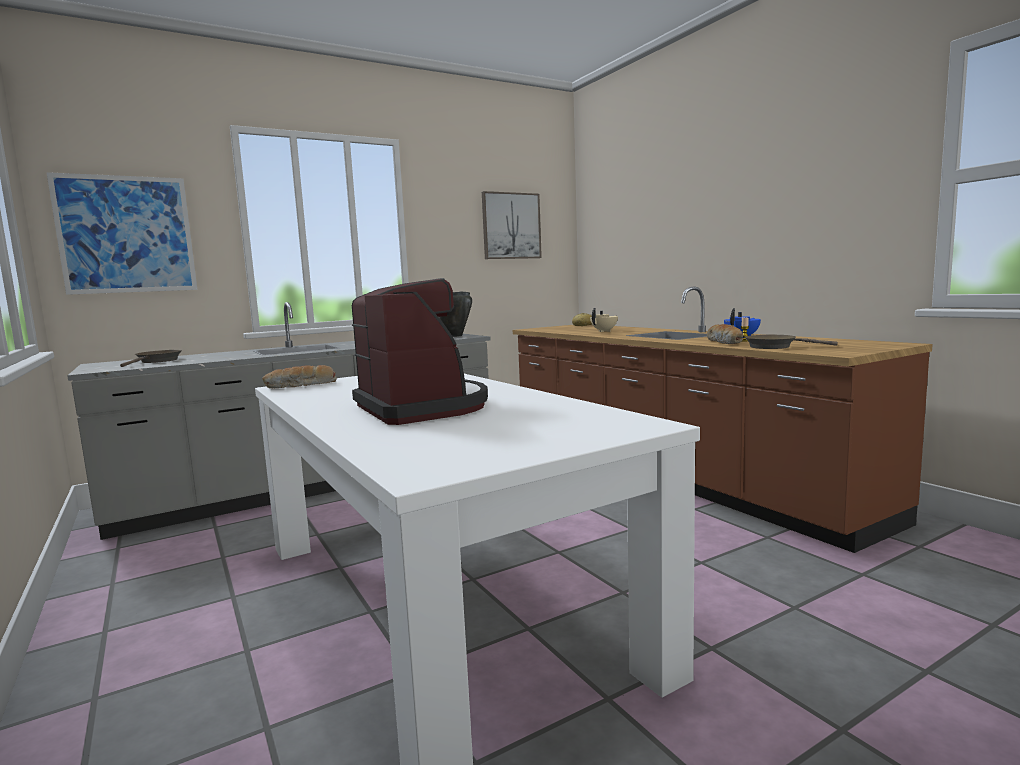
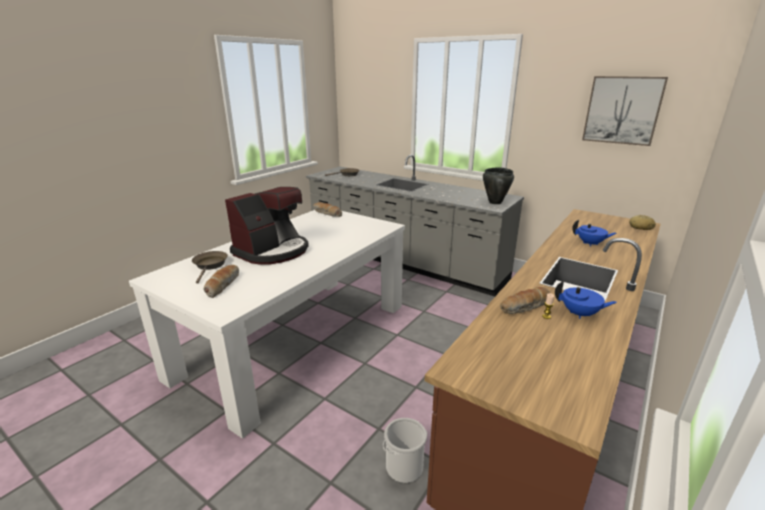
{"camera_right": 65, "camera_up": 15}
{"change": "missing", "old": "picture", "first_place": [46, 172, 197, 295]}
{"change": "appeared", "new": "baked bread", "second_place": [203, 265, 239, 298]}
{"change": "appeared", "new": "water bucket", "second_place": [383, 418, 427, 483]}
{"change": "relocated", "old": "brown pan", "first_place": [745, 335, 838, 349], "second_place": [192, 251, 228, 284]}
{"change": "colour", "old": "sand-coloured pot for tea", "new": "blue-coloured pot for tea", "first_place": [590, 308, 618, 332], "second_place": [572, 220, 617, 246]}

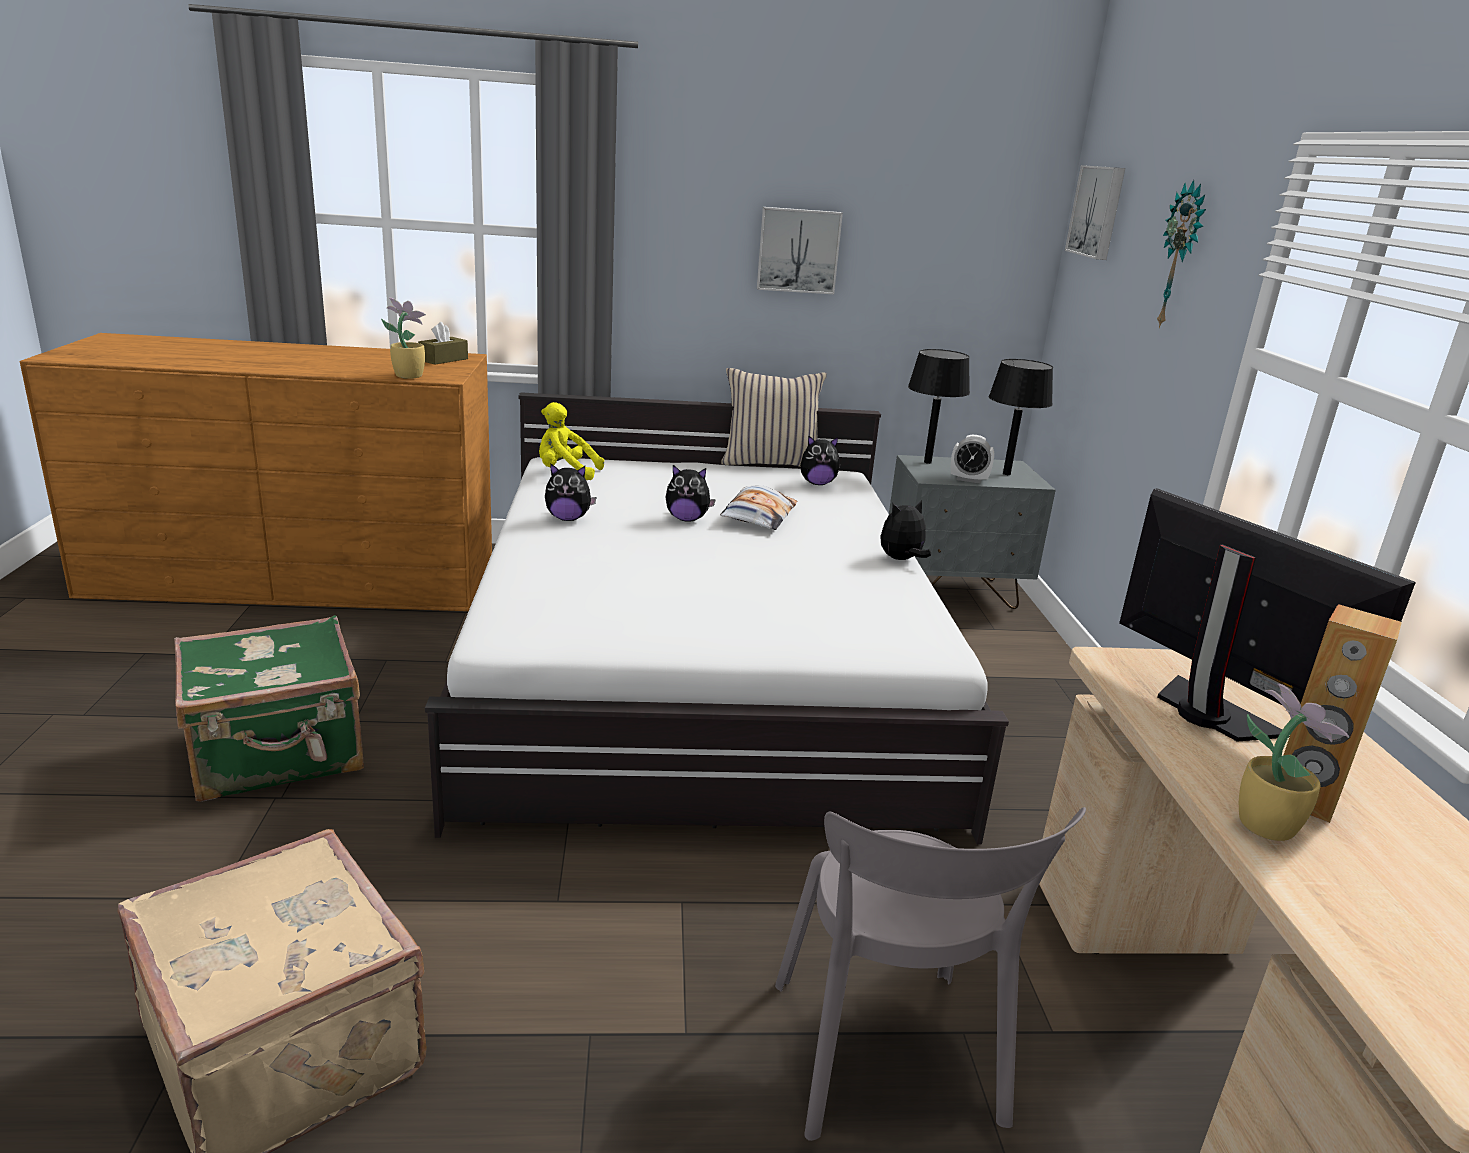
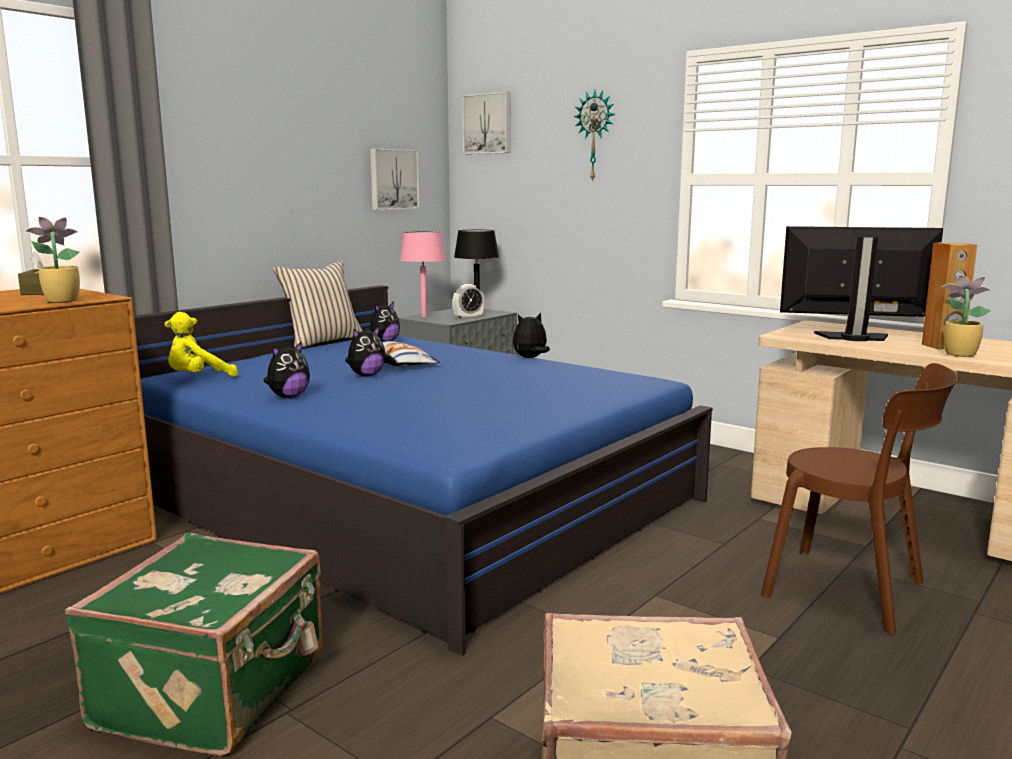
{"camera_right": -45, "camera_up": -10}
{"change": "relocated", "old": "picture", "first_place": [757, 207, 843, 294], "second_place": [370, 148, 420, 210]}
{"change": "colour", "old": "white sleeping bed", "new": "blue-coloured sleeping bed", "first_place": [425, 392, 1009, 844], "second_place": [134, 285, 713, 656]}
{"change": "colour", "old": "greyish plain chair", "new": "brown plain chair", "first_place": [775, 807, 1086, 1141], "second_place": [761, 363, 959, 635]}
{"change": "colour", "old": "blackish table lamp", "new": "pink-coloured table lamp", "first_place": [908, 349, 970, 464], "second_place": [399, 231, 446, 317]}
{"change": "spun", "old": "soft toy", "first_place": [880, 500, 931, 560], "second_place": [513, 313, 550, 358], "degrees": 45}

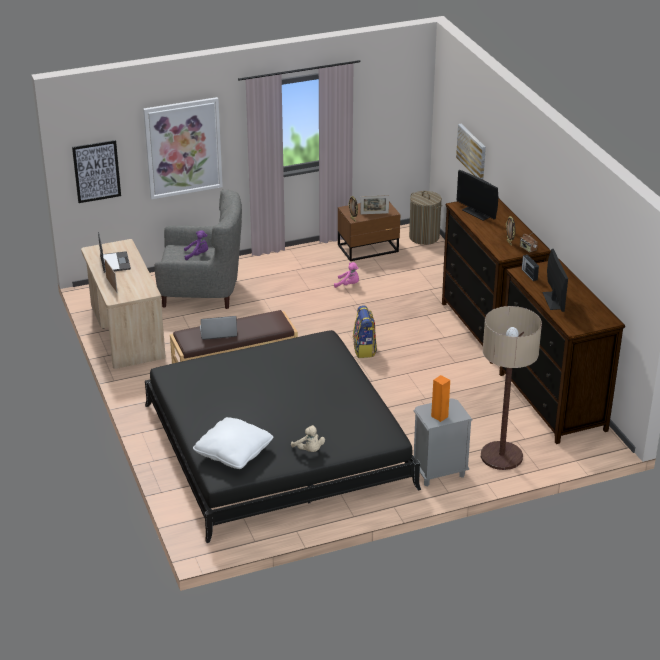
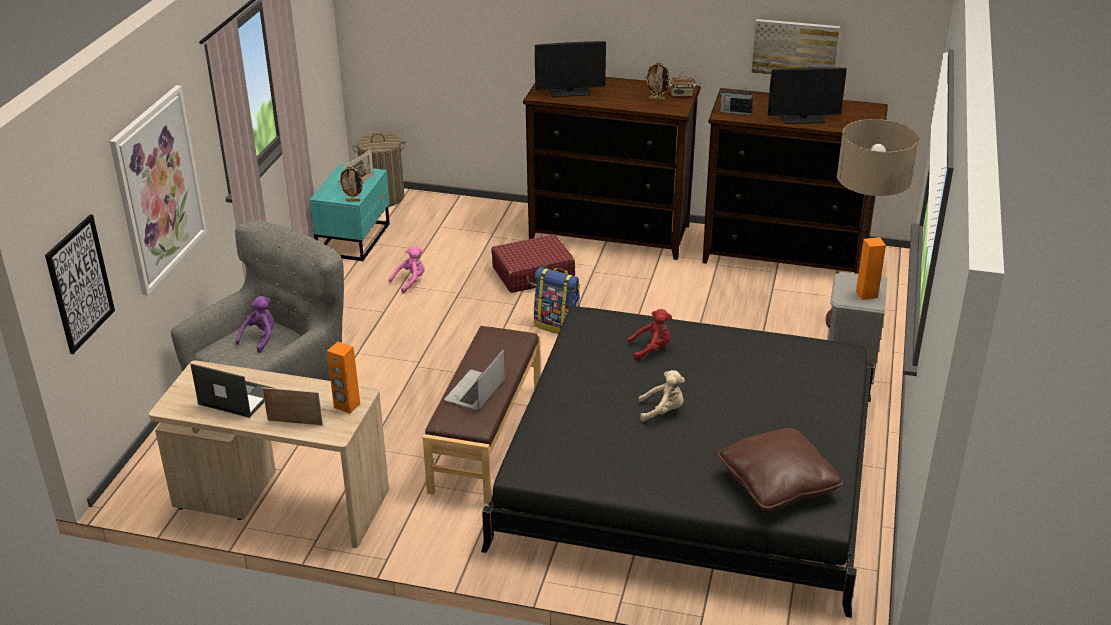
{"camera_right": -55, "camera_up": 0}
{"change": "appeared", "new": "orange-coloured speaker", "second_place": [327, 342, 360, 414]}
{"change": "appeared", "new": "red piece of luggage", "second_place": [491, 234, 575, 293]}
{"change": "appeared", "new": "red soft toy", "second_place": [627, 309, 672, 360]}
{"change": "relocated", "old": "sand-coloured soft toy", "first_place": [291, 425, 325, 452], "second_place": [639, 370, 685, 422]}
{"change": "relocated", "old": "picture", "first_place": [456, 124, 486, 180], "second_place": [752, 19, 840, 74]}
{"change": "colour", "old": "white pillow", "new": "brown pillow", "first_place": [193, 417, 273, 469], "second_place": [718, 428, 843, 511]}
{"change": "colour", "old": "brown nightstand", "new": "blue-green nightstand", "first_place": [338, 202, 400, 261], "second_place": [310, 164, 390, 261]}
{"change": "spun", "old": "computer display", "first_place": [542, 249, 568, 312], "second_place": [768, 67, 847, 124], "degrees": 150}

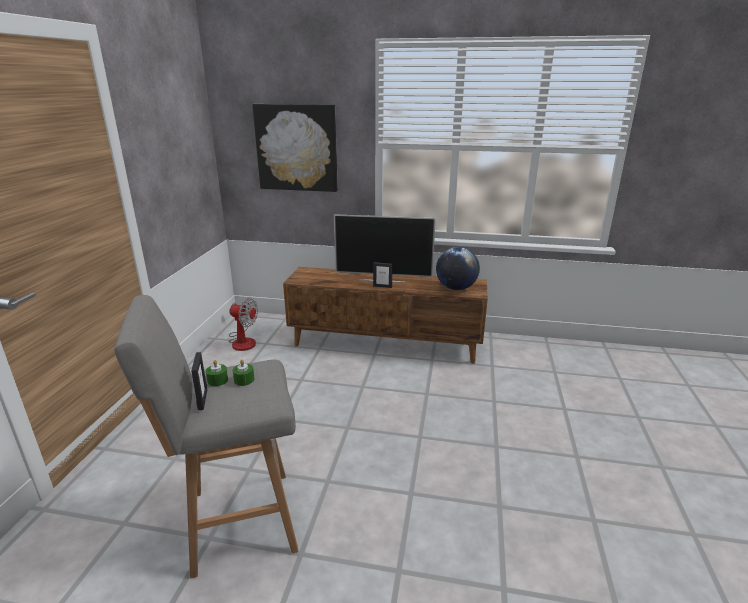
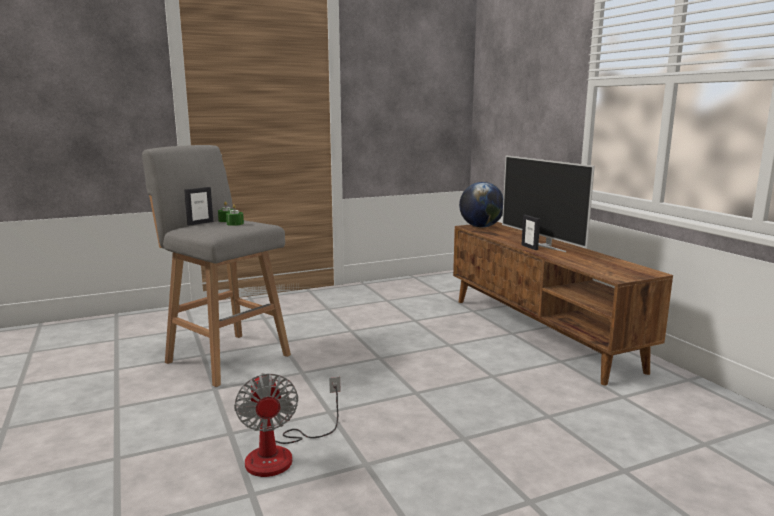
{"camera_right": 55, "camera_up": -10}
{"change": "missing", "old": "picture", "first_place": [252, 104, 338, 192]}
{"change": "relocated", "old": "electric fan", "first_place": [229, 298, 258, 351], "second_place": [234, 373, 340, 477]}
{"change": "relocated", "old": "world globe", "first_place": [436, 247, 480, 290], "second_place": [459, 182, 504, 228]}

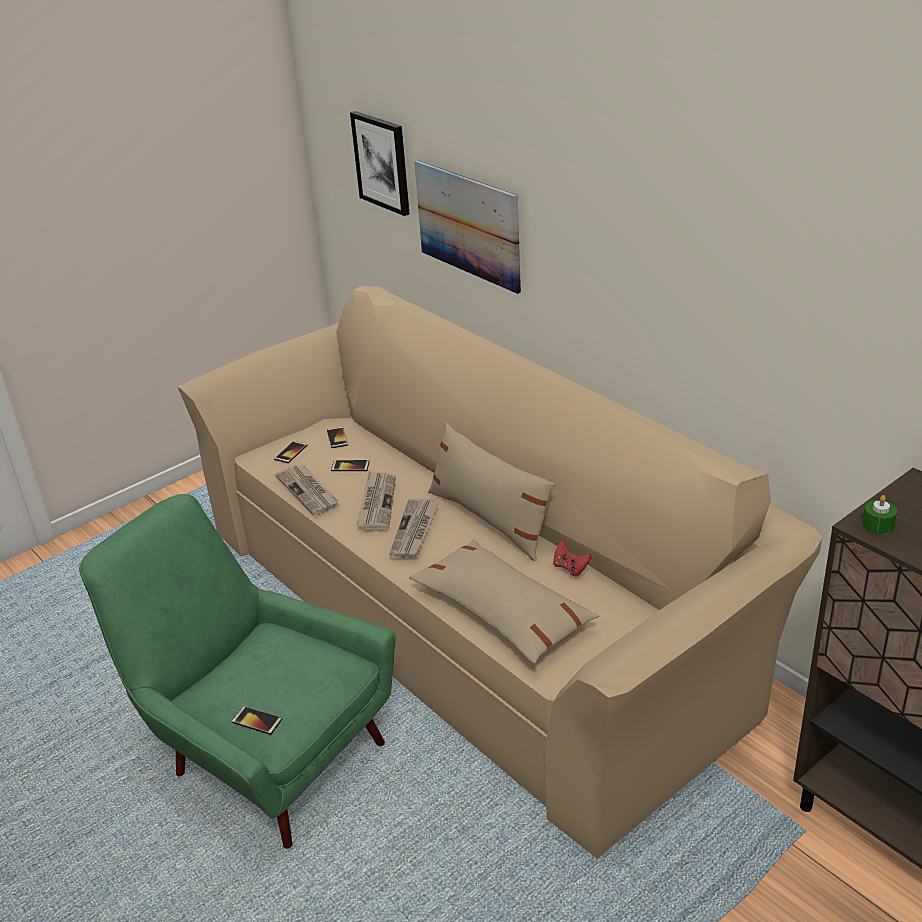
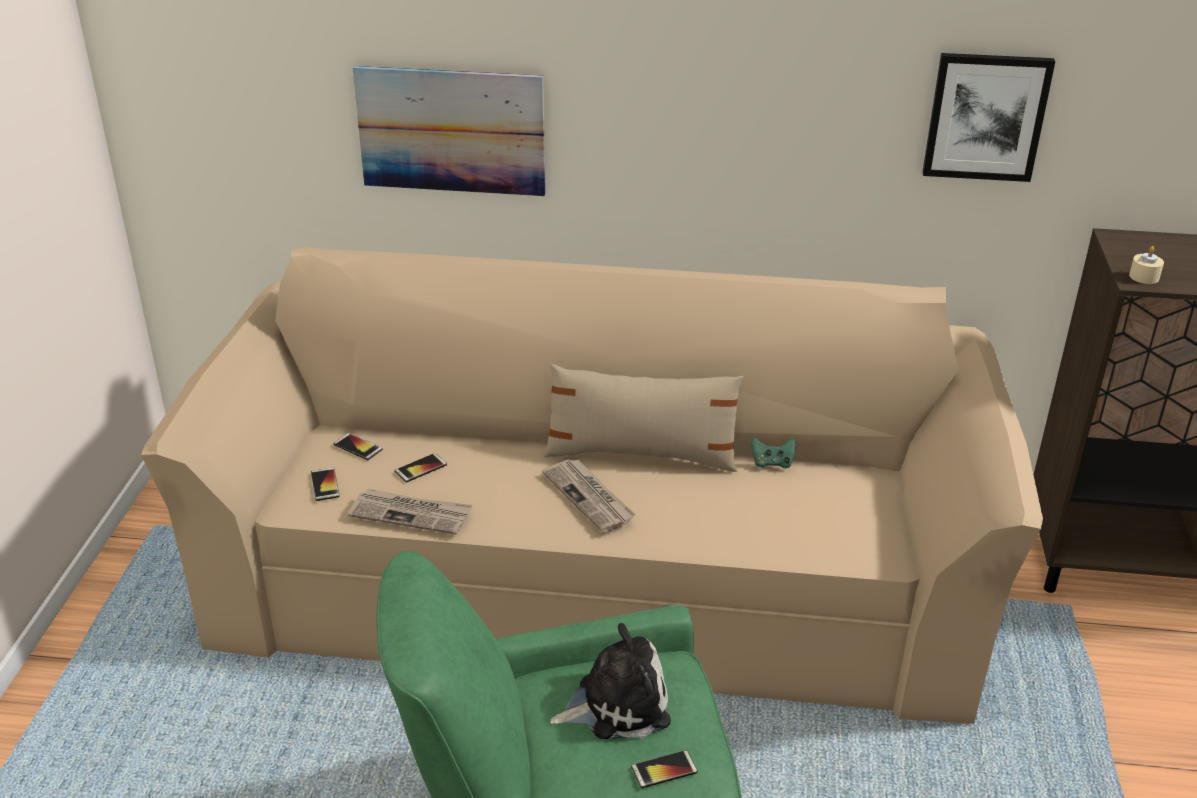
{"camera_right": -45, "camera_up": 0}
{"change": "missing", "old": "daily paper", "first_place": [356, 471, 396, 531]}
{"change": "missing", "old": "sand-coloured pillow", "first_place": [409, 540, 599, 664]}
{"change": "appeared", "new": "soft toy", "second_place": [550, 623, 671, 739]}
{"change": "relocated", "old": "picture", "first_place": [350, 111, 409, 216], "second_place": [922, 53, 1055, 182]}
{"change": "colour", "old": "red game controller", "new": "green game controller", "first_place": [553, 540, 591, 576], "second_place": [751, 438, 796, 468]}
{"change": "colour", "old": "green candle", "new": "sand-coloured candle", "first_place": [862, 495, 897, 534], "second_place": [1129, 246, 1164, 284]}

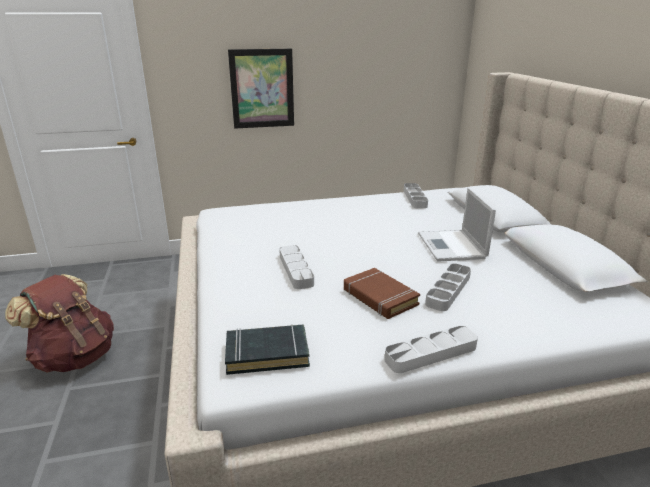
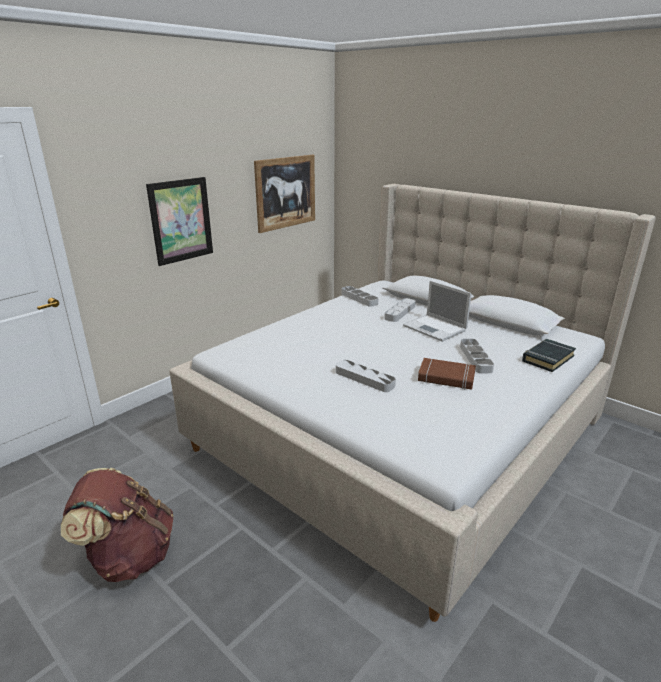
{"camera_right": -35, "camera_up": 0}
{"change": "appeared", "new": "picture", "second_place": [254, 155, 315, 233]}
{"change": "relocated", "old": "blackish bound book", "first_place": [225, 324, 310, 375], "second_place": [522, 339, 576, 372]}
{"change": "relocated", "old": "greyish tray", "first_place": [385, 326, 478, 373], "second_place": [384, 298, 416, 322]}

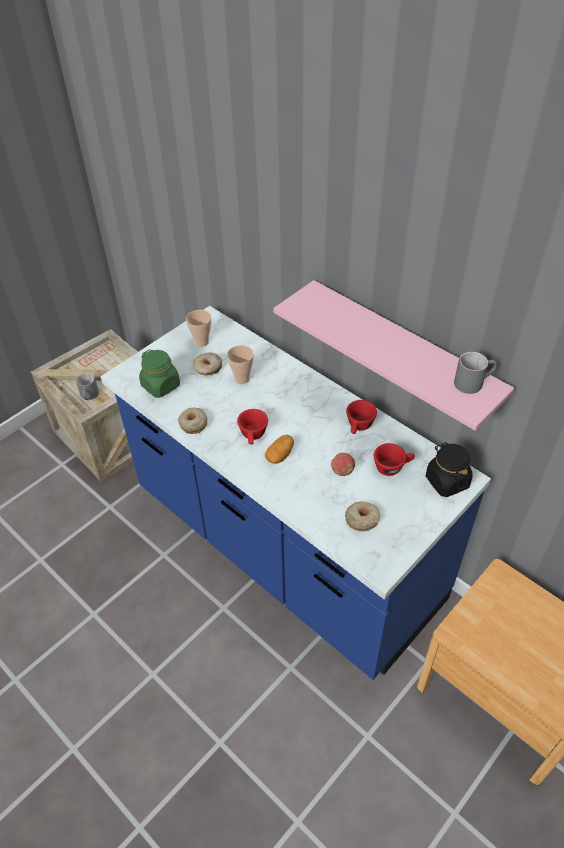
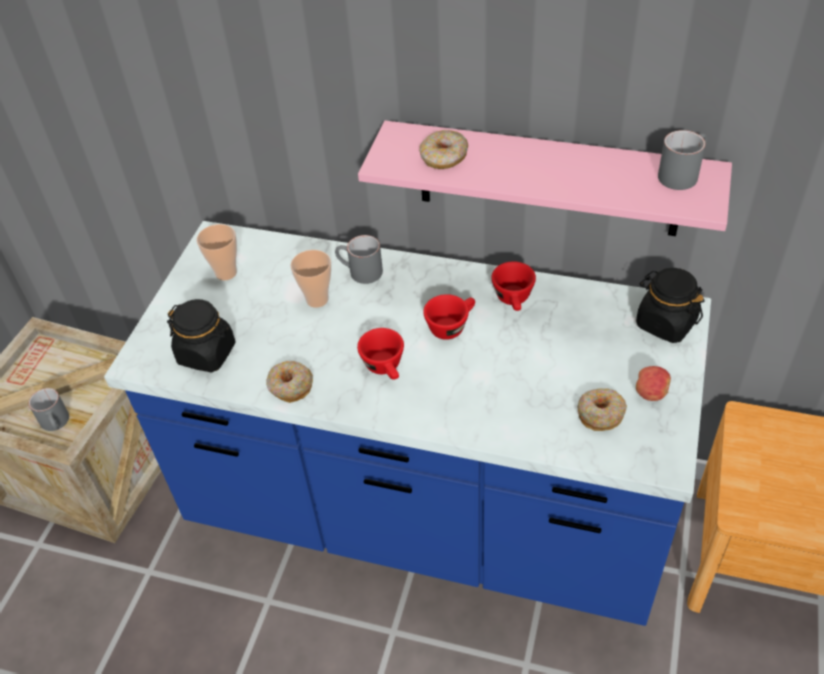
{"camera_right": -25, "camera_up": 0}
{"change": "missing", "old": "potato", "first_place": [265, 435, 294, 464]}
{"change": "appeared", "new": "greyish tea mug", "second_place": [335, 235, 383, 284]}
{"change": "relocated", "old": "donut", "first_place": [193, 352, 222, 375], "second_place": [419, 130, 468, 169]}
{"change": "relocated", "old": "apple fruit", "first_place": [331, 453, 355, 476], "second_place": [636, 366, 671, 401]}
{"change": "relocated", "old": "red cup", "first_place": [374, 443, 415, 476], "second_place": [423, 294, 475, 340]}
{"change": "colour", "old": "green jar", "new": "blackish jar", "first_place": [139, 349, 180, 398], "second_place": [167, 299, 235, 372]}

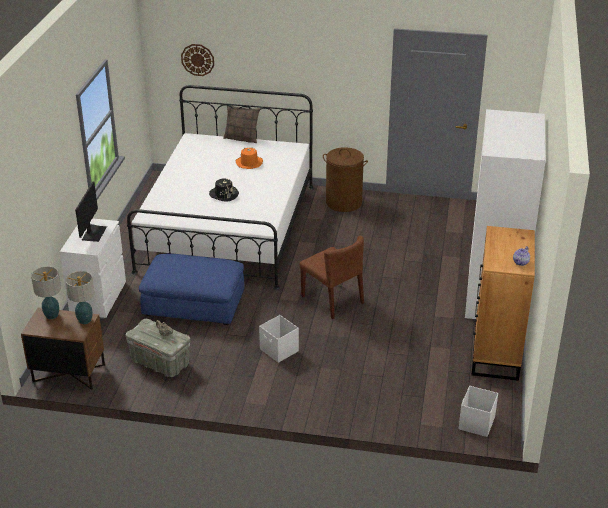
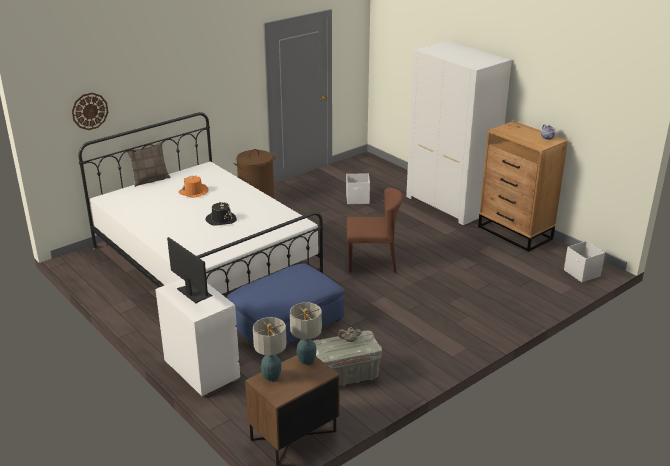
{"camera_right": -50, "camera_up": -5}
{"change": "relocated", "old": "white storage bin", "first_place": [259, 315, 299, 363], "second_place": [346, 173, 370, 204]}

